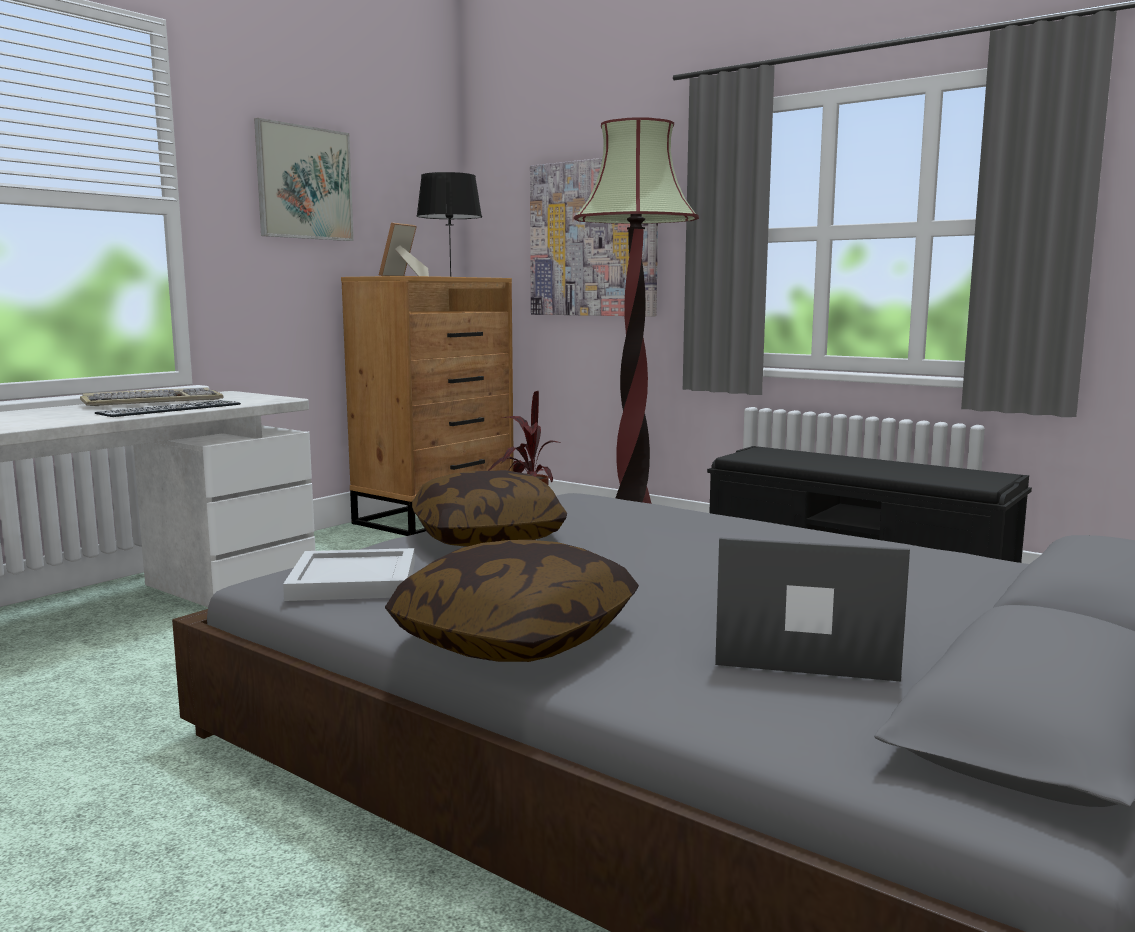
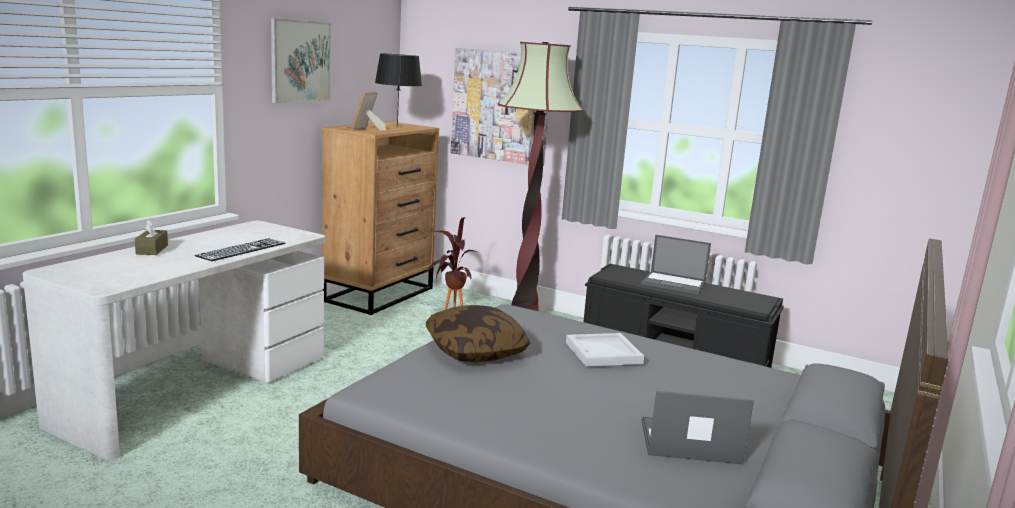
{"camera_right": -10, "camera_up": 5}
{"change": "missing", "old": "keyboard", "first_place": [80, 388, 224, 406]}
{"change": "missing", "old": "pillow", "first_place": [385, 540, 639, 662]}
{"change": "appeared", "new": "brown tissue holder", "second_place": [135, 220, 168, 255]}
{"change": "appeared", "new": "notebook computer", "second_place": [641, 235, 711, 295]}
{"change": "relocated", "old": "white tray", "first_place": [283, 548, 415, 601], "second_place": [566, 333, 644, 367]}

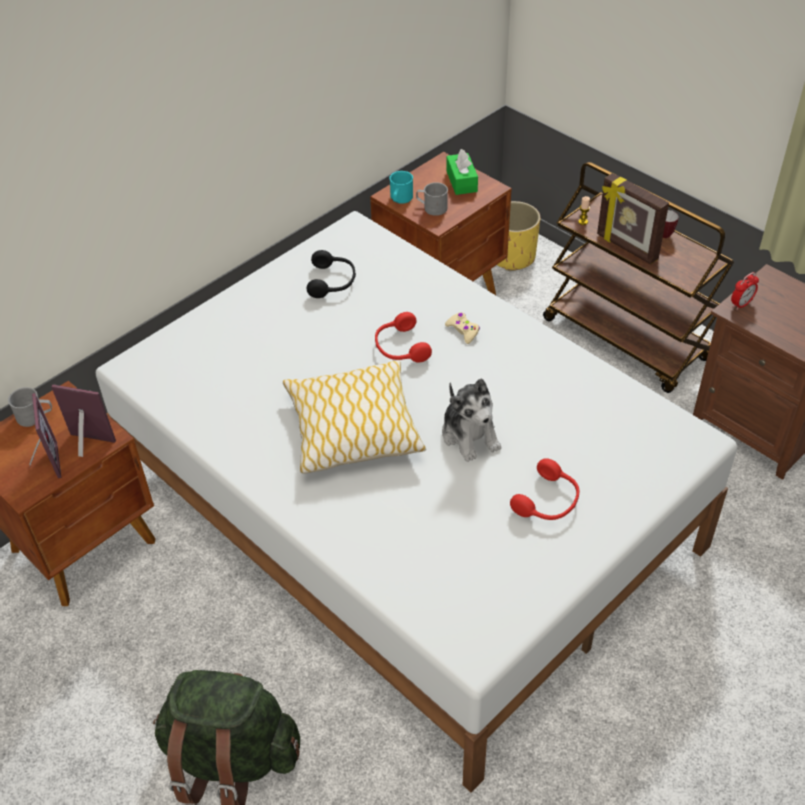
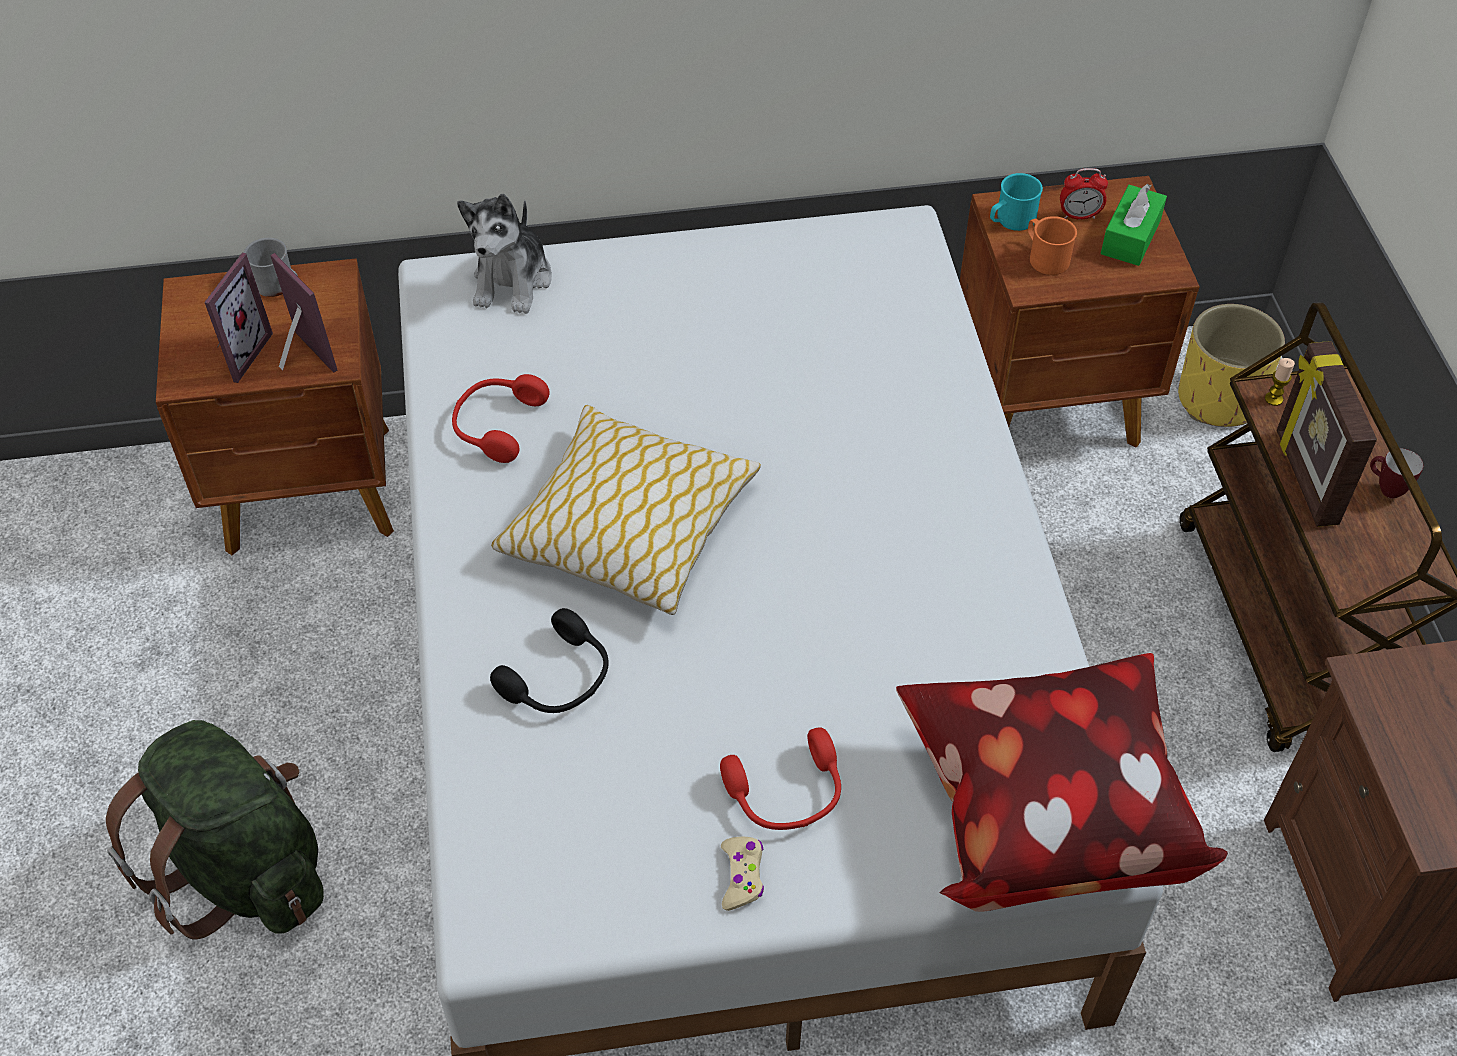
{"camera_right": 35, "camera_up": 5}
{"change": "appeared", "new": "pillow", "second_place": [896, 653, 1228, 912]}
{"change": "relocated", "old": "blackish headset", "first_place": [307, 250, 356, 298], "second_place": [490, 608, 609, 713]}
{"change": "relocated", "old": "red headset", "first_place": [375, 312, 432, 363], "second_place": [452, 374, 550, 463]}
{"change": "relocated", "old": "soft toy", "first_place": [442, 378, 501, 462], "second_place": [457, 194, 552, 314]}
{"change": "relocated", "old": "sand-coloured game controller", "first_place": [445, 312, 480, 344], "second_place": [721, 837, 764, 911]}
{"change": "relocated", "old": "table clock", "first_place": [731, 272, 759, 310], "second_place": [1060, 168, 1108, 220]}
{"change": "colour", "old": "greyish tea mug", "new": "orange-coloured tea mug", "first_place": [416, 182, 448, 216], "second_place": [1028, 216, 1077, 275]}

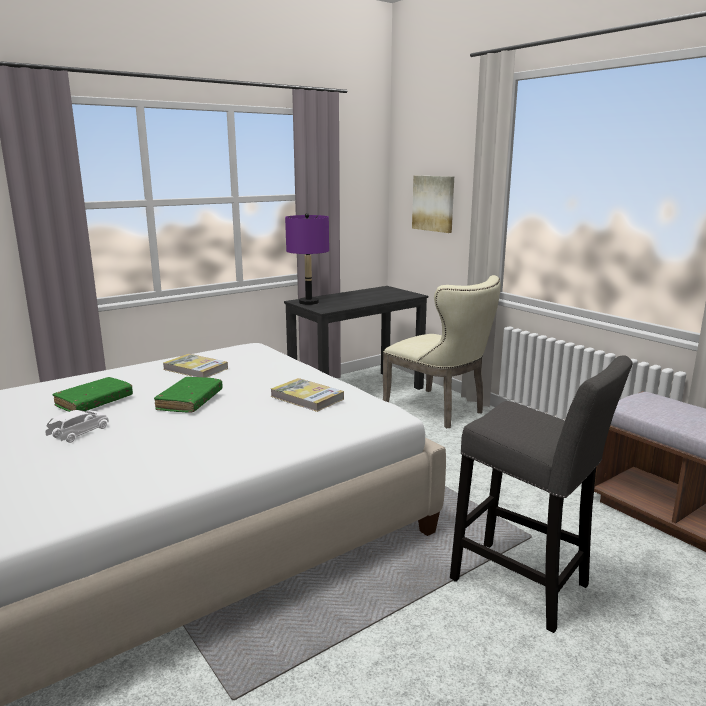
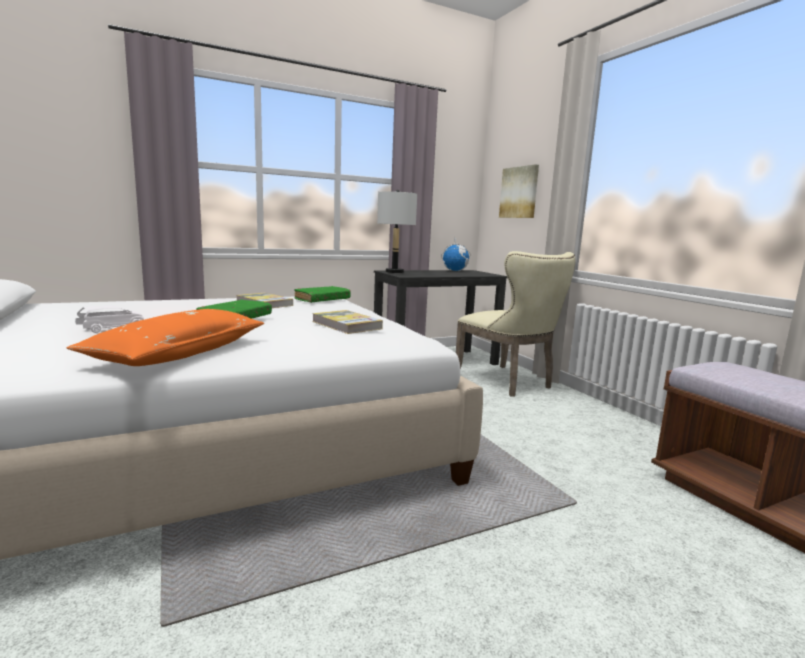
{"camera_right": 10, "camera_up": -5}
{"change": "missing", "old": "greyish stool seat", "first_place": [450, 355, 632, 633]}
{"change": "appeared", "new": "orange-coloured pillow", "second_place": [67, 309, 264, 366]}
{"change": "appeared", "new": "world globe", "second_place": [441, 237, 471, 271]}
{"change": "relocated", "old": "green bound book", "first_place": [53, 377, 133, 412], "second_place": [294, 286, 351, 303]}
{"change": "colour", "old": "purplish table lamp", "new": "greyish table lamp", "first_place": [285, 213, 329, 305], "second_place": [377, 190, 417, 273]}

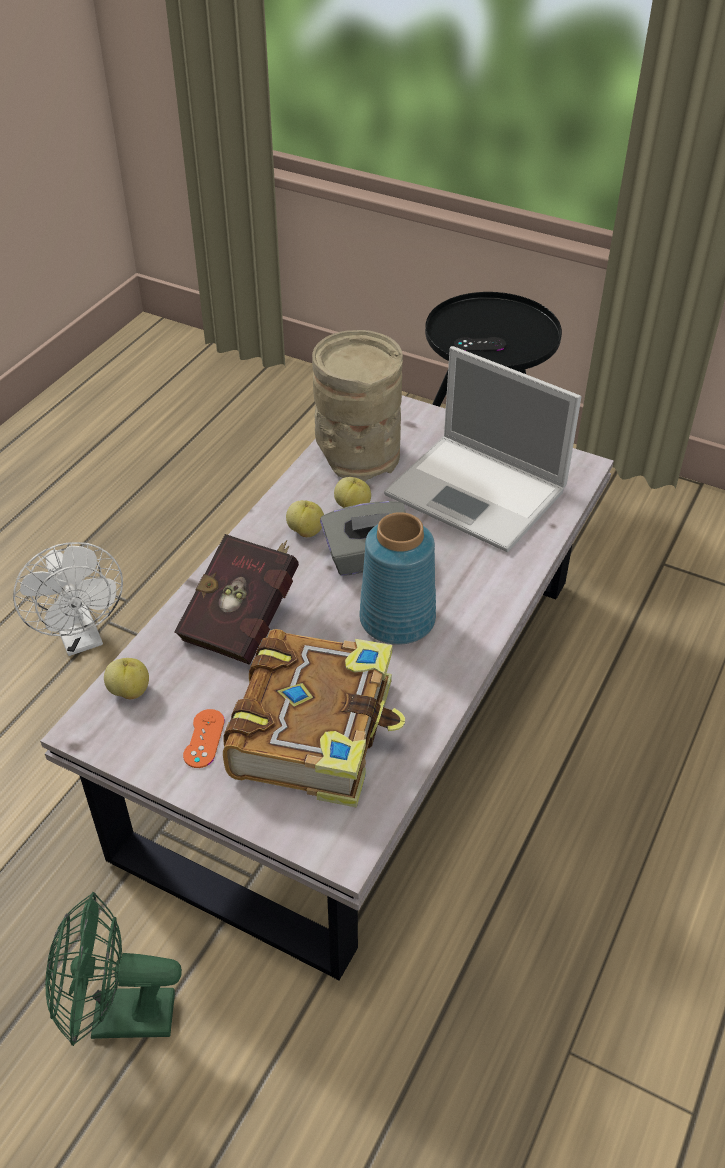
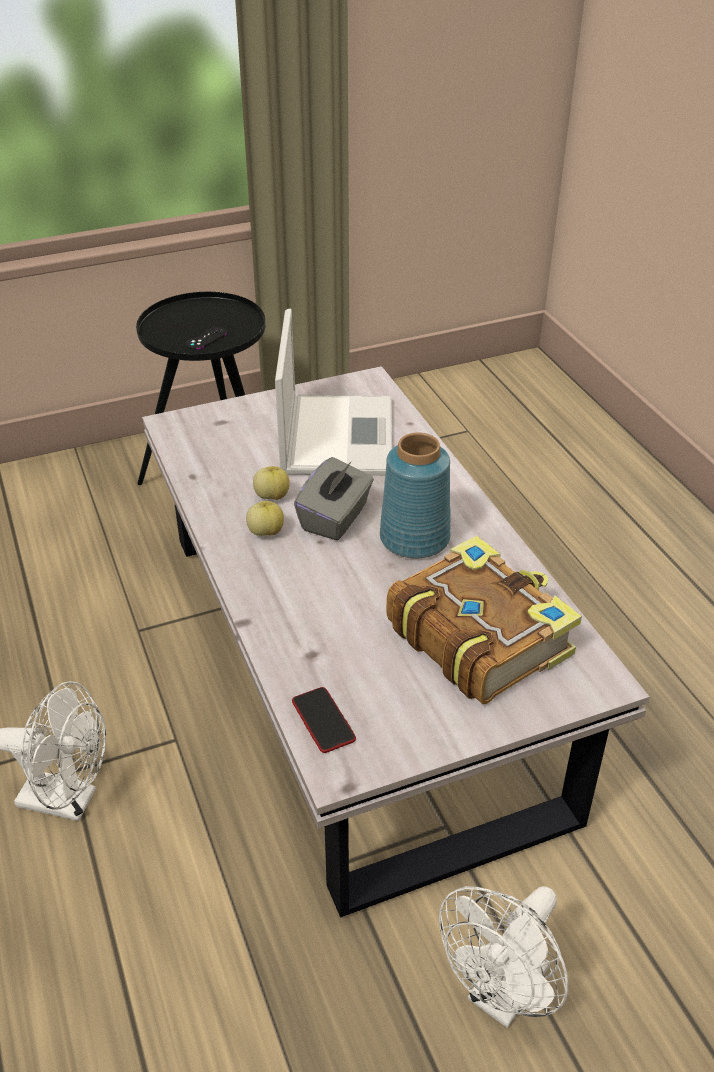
{"camera_right": -50, "camera_up": -5}
{"change": "missing", "old": "red bound book", "first_place": [174, 534, 299, 665]}
{"change": "missing", "old": "orange-coloured game controller", "first_place": [183, 709, 225, 768]}
{"change": "missing", "old": "sand-coloured vase", "first_place": [312, 330, 403, 482]}
{"change": "exchanged", "old": "apple fruit", "new": "handset", "first_place": [104, 658, 149, 699], "second_place": [292, 687, 356, 753]}
{"change": "colour", "old": "green electric fan", "new": "white electric fan", "first_place": [45, 892, 182, 1046], "second_place": [439, 886, 569, 1028]}
{"change": "spun", "old": "notebook computer", "first_place": [384, 346, 582, 552], "second_place": [275, 308, 392, 476], "degrees": -75}

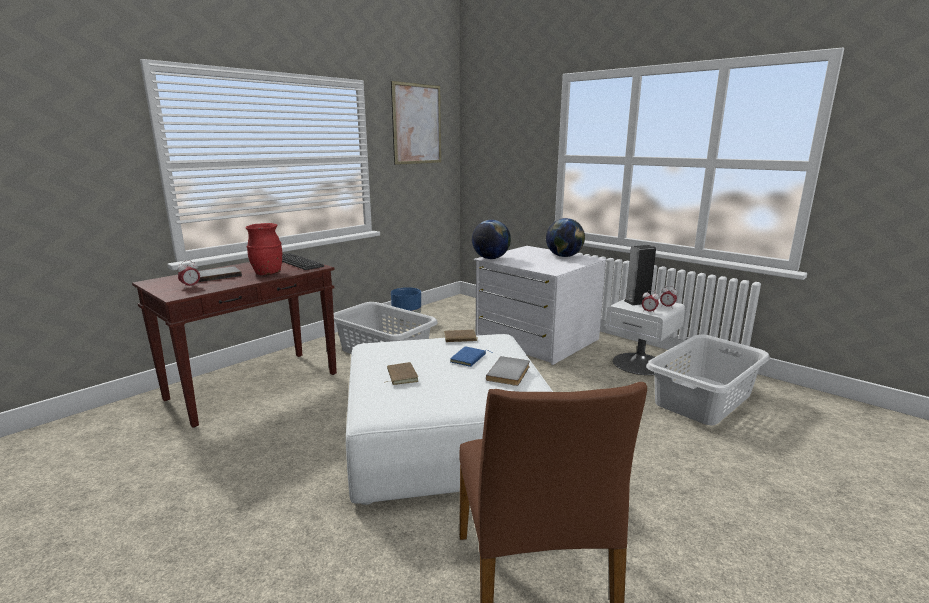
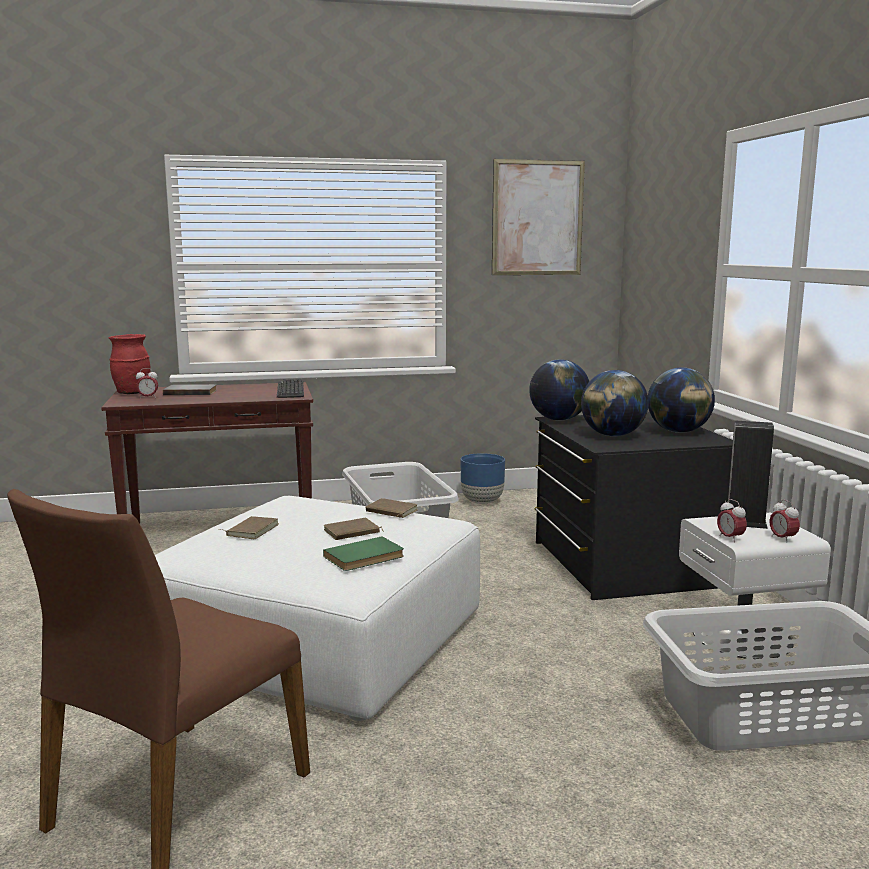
{"camera_right": 35, "camera_up": -5}
{"change": "appeared", "new": "world globe", "second_place": [581, 370, 649, 437]}
{"change": "relocated", "old": "red vase", "first_place": [245, 223, 282, 275], "second_place": [109, 334, 151, 394]}
{"change": "colour", "old": "blue-coloured bound book", "new": "brown bound book", "first_place": [450, 346, 492, 367], "second_place": [323, 518, 384, 540]}
{"change": "colour", "old": "white drawer chest", "new": "blackish drawer chest", "first_place": [474, 246, 606, 365], "second_place": [534, 412, 733, 600]}
{"change": "colour", "old": "greyish bound book", "new": "green bound book", "first_place": [486, 356, 530, 386], "second_place": [323, 536, 404, 571]}

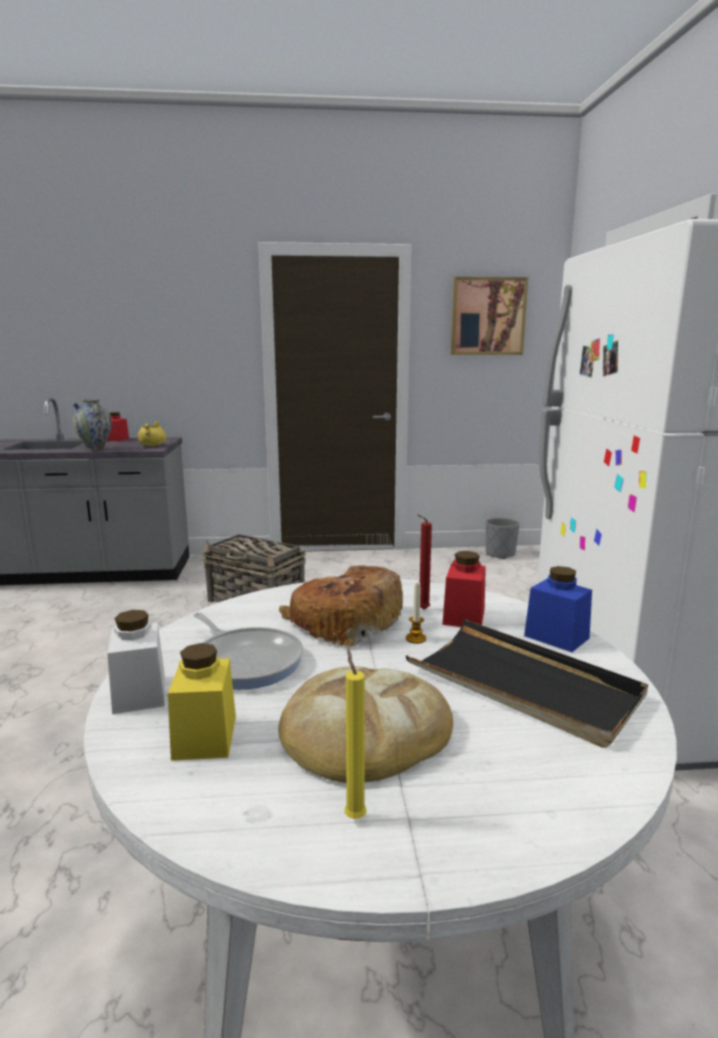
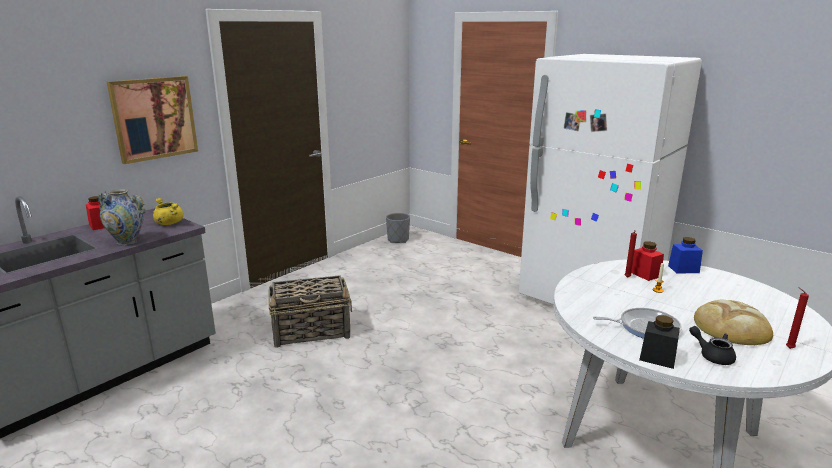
{"camera_right": -45, "camera_up": 5}
{"change": "missing", "old": "baked bread", "first_place": [279, 565, 403, 647]}
{"change": "missing", "old": "blackish tray", "first_place": [406, 619, 648, 748]}
{"change": "relocated", "old": "picture", "first_place": [451, 277, 528, 355], "second_place": [107, 76, 198, 164]}
{"change": "exchanged", "old": "yellowish jar", "new": "blackish pot for tea", "first_place": [168, 643, 236, 761], "second_place": [689, 326, 736, 365]}
{"change": "colour", "old": "white jar", "new": "blackish jar", "first_place": [107, 610, 165, 714], "second_place": [639, 315, 680, 369]}
{"change": "colour", "old": "yellowish candle", "new": "red candle", "first_place": [345, 649, 367, 819], "second_place": [786, 287, 809, 349]}

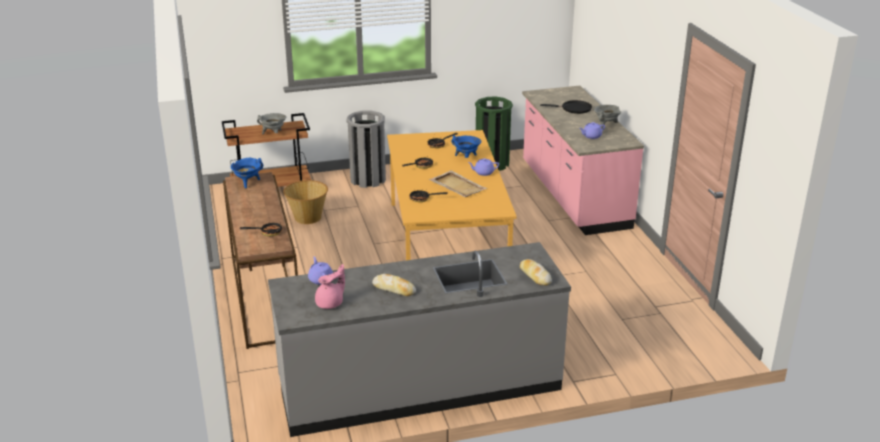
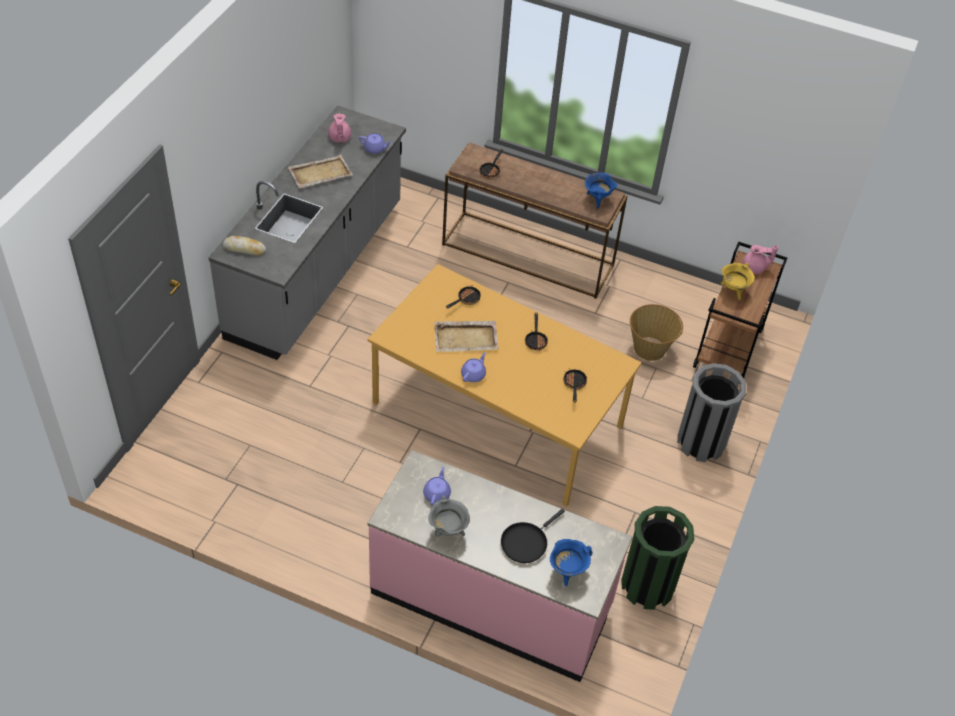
{"camera_right": 125, "camera_up": 20}
{"change": "appeared", "new": "pink-coloured pot for tea", "second_place": [742, 245, 778, 274]}
{"change": "relocated", "old": "blue-coloured cooking pot", "first_place": [452, 135, 481, 158], "second_place": [550, 539, 593, 586]}
{"change": "exchanged", "old": "baked bread", "new": "sand-coloured tray", "first_place": [372, 274, 416, 296], "second_place": [288, 155, 353, 188]}
{"change": "colour", "old": "greyish cooking pot", "new": "yellowish cooking pot", "first_place": [257, 113, 286, 134], "second_place": [721, 263, 755, 300]}

